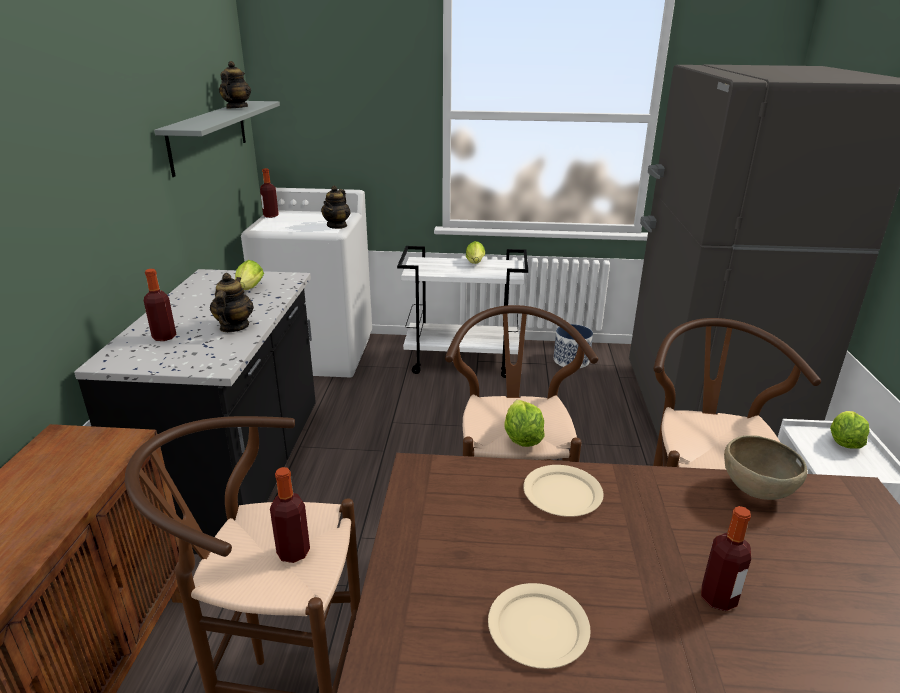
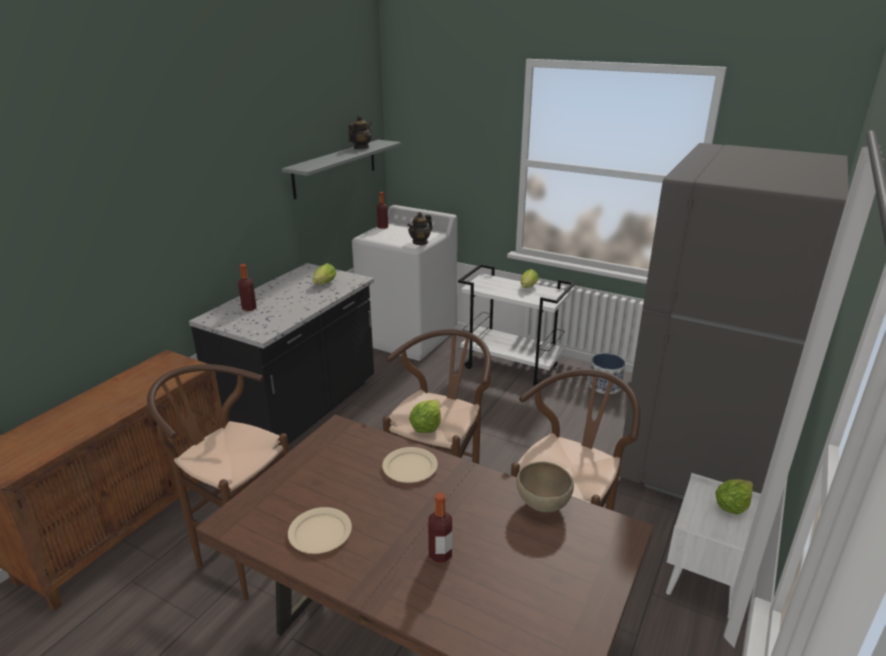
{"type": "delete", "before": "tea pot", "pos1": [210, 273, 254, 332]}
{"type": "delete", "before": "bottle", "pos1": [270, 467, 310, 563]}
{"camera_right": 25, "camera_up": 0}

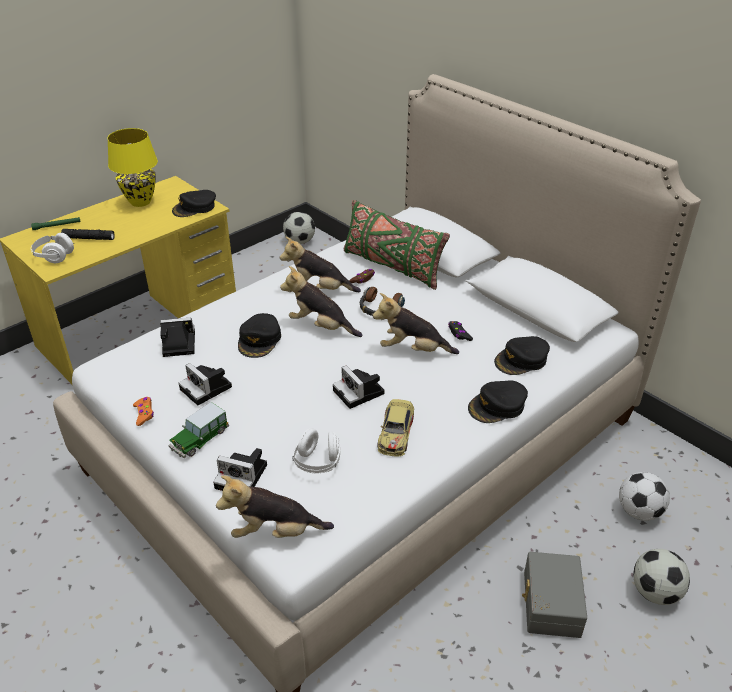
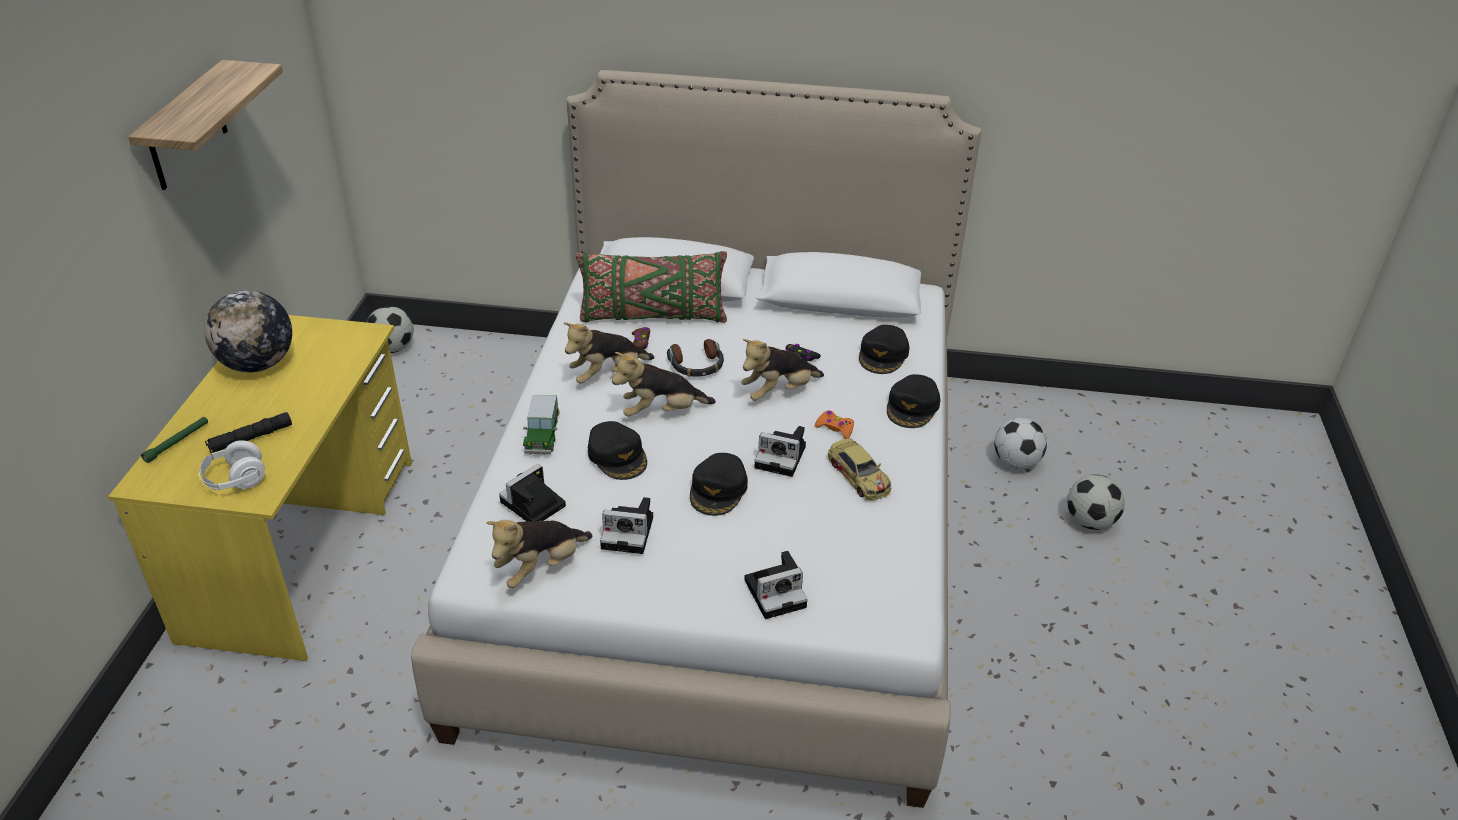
{"type": "replace", "before": "yellow lamp for a table", "after": "globe", "pos1": [107, 128, 158, 207], "pos2": [204, 290, 292, 372]}
{"type": "move", "before": "orange game controller", "pos1": [133, 397, 154, 426], "pos2": [815, 410, 854, 439]}
{"type": "move", "before": "toy car", "pos1": [168, 402, 229, 458], "pos2": [523, 395, 560, 455]}
{"type": "move", "before": "blackish baseball cap", "pos1": [172, 190, 216, 217], "pos2": [690, 453, 748, 516]}
{"type": "move", "before": "soft toy", "pos1": [216, 475, 334, 538], "pos2": [486, 520, 592, 588]}
{"type": "delete", "before": "whitish pair of headphones", "pos1": [292, 428, 340, 473]}
{"type": "delete", "before": "gray storage bin", "pos1": [522, 552, 587, 638]}
{"type": "insert", "after": "wall shelf", "pos2": [128, 60, 283, 190]}
{"camera_right": -40, "camera_up": 0}

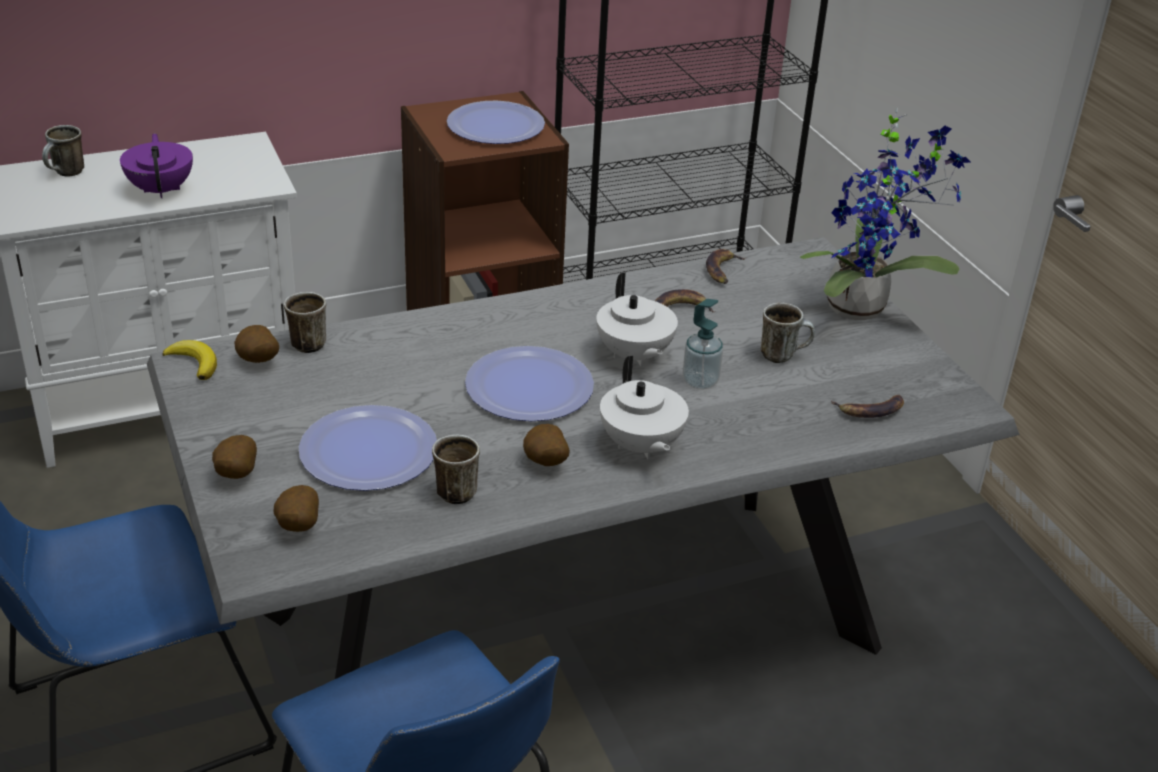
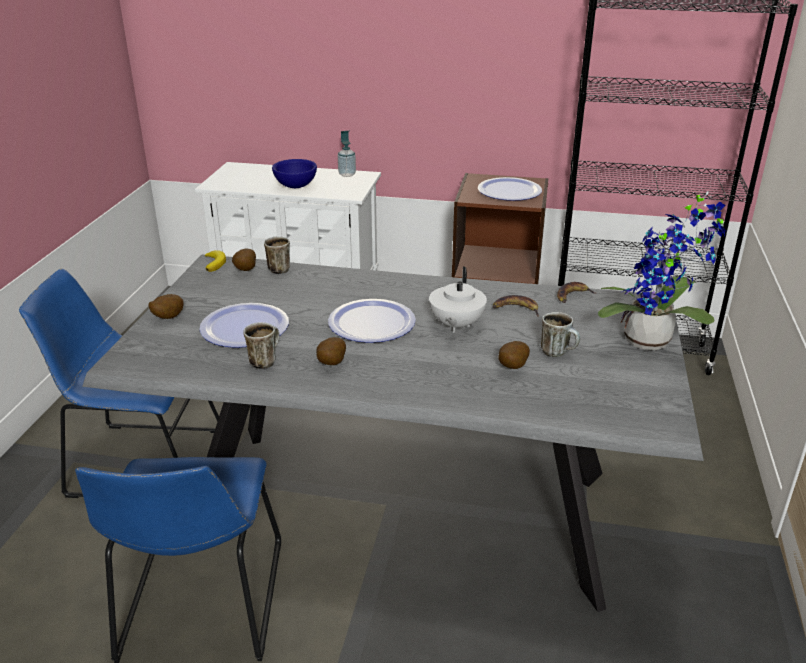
{"type": "delete", "before": "mug", "pos1": [42, 125, 84, 177]}
{"type": "replace", "before": "purple tea pot", "after": "blue serving bowl", "pos1": [120, 133, 193, 198], "pos2": [272, 159, 317, 188]}
{"type": "move", "before": "spud", "pos1": [273, 485, 319, 532], "pos2": [498, 341, 530, 369]}
{"type": "delete", "before": "whitish tea pot", "pos1": [600, 356, 689, 459]}
{"type": "move", "before": "soap dispenser", "pos1": [682, 299, 723, 390], "pos2": [338, 131, 356, 177]}
{"type": "delete", "before": "whole banana", "pos1": [831, 395, 904, 418]}
{"camera_right": 35, "camera_up": -5}

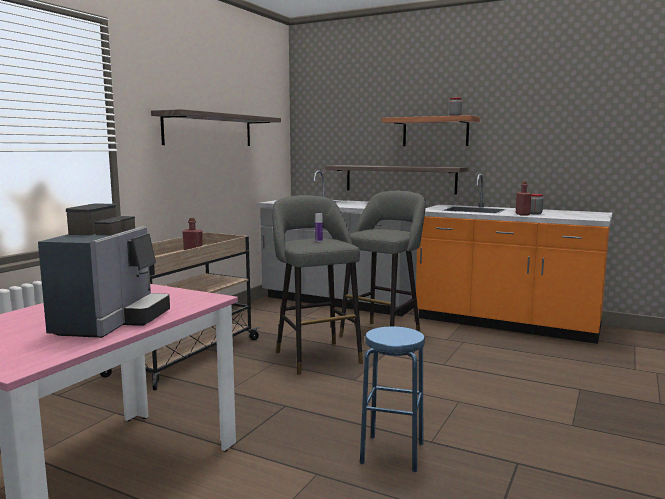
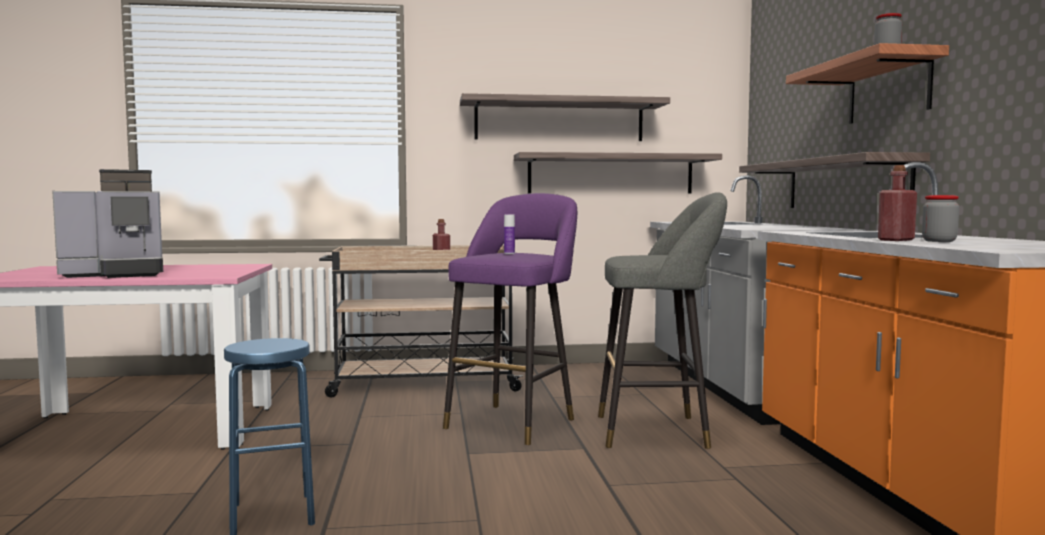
{"type": "recolor", "before": "gray stool", "after": "purple stool", "pos1": [272, 195, 363, 375], "pos2": [443, 193, 577, 445]}
{"type": "insert", "after": "wall shelf", "pos2": [514, 152, 722, 194]}
{"camera_right": 55, "camera_up": -5}

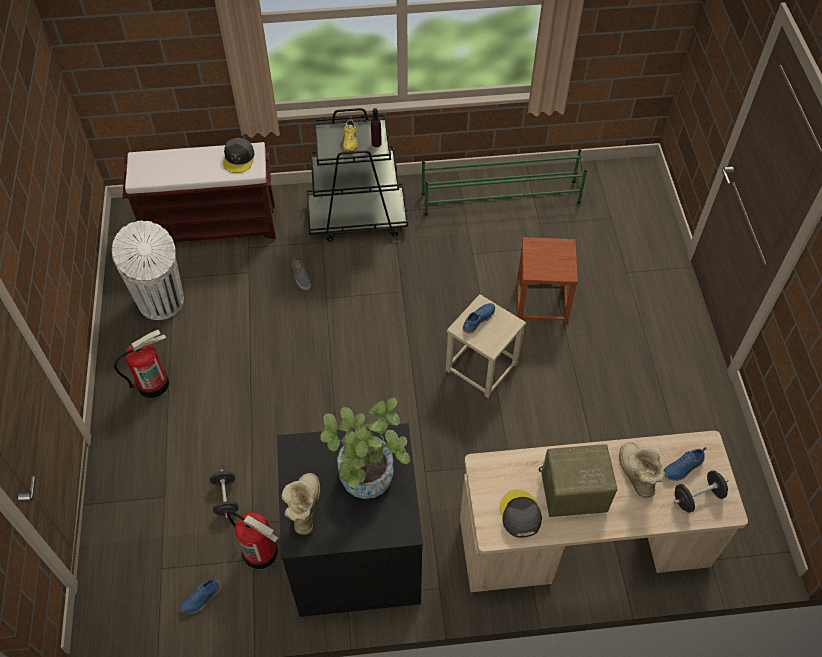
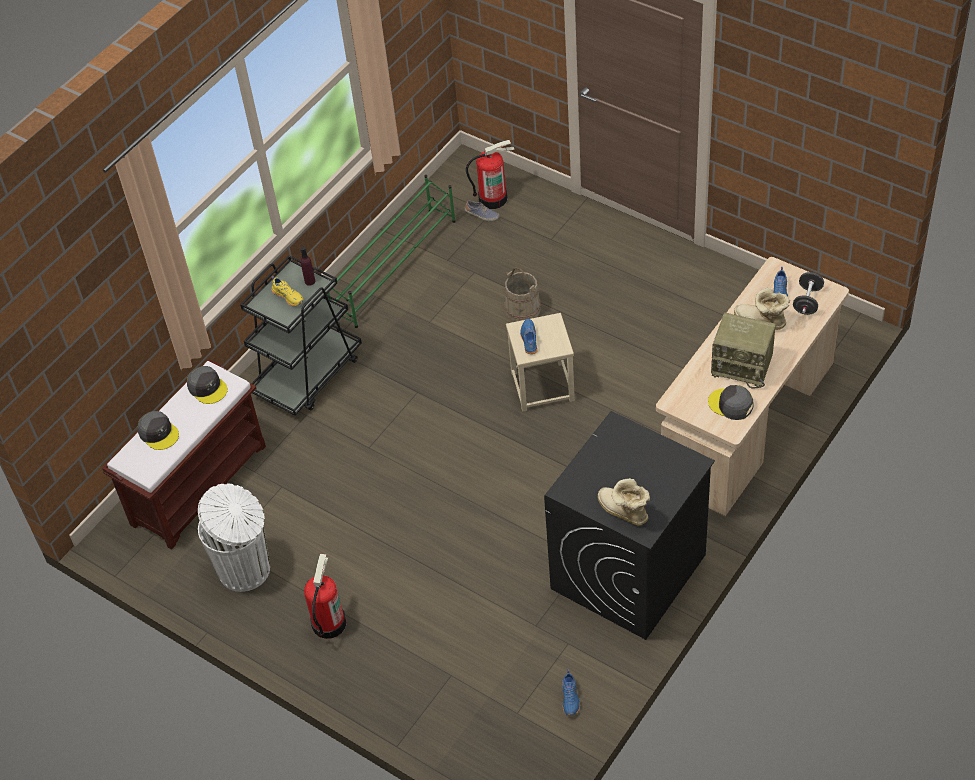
{"type": "delete", "before": "blackish dumbbell", "pos1": [210, 469, 239, 518]}
{"type": "move", "before": "fire extinguisher", "pos1": [227, 511, 278, 569], "pos2": [466, 140, 514, 209]}
{"type": "move", "before": "low shoe", "pos1": [292, 257, 311, 290], "pos2": [465, 201, 499, 221]}
{"type": "delete", "before": "houseplant", "pos1": [320, 397, 410, 499]}
{"type": "replace", "before": "brown-coloured stool", "after": "beige water bucket", "pos1": [517, 237, 578, 324], "pos2": [504, 267, 541, 322]}
{"type": "rotate", "before": "radio set", "pos1": [539, 444, 618, 517], "pos2": [711, 313, 776, 388], "turn": -105}
{"type": "insert", "after": "gray baseball cap", "pos2": [138, 411, 179, 450]}
{"camera_right": -45, "camera_up": -5}

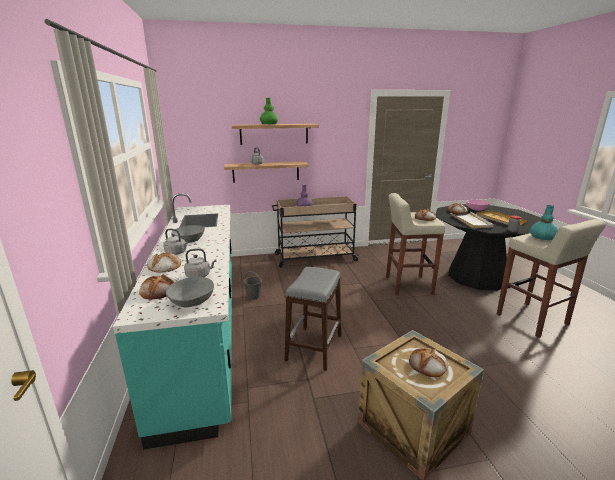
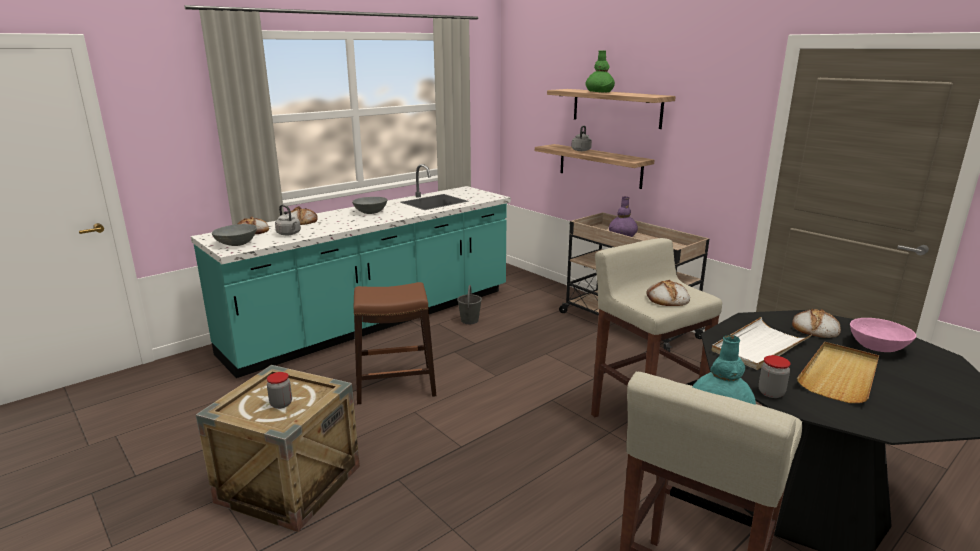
{"type": "delete", "before": "gray tea kettle", "pos1": [164, 229, 188, 255]}
{"type": "recolor", "before": "gray stool", "after": "brown-coloured stool", "pos1": [285, 267, 341, 371], "pos2": [354, 282, 436, 404]}
{"type": "replace", "before": "bread", "after": "jar", "pos1": [409, 348, 448, 377], "pos2": [267, 372, 292, 409]}
{"camera_right": 60, "camera_up": 0}

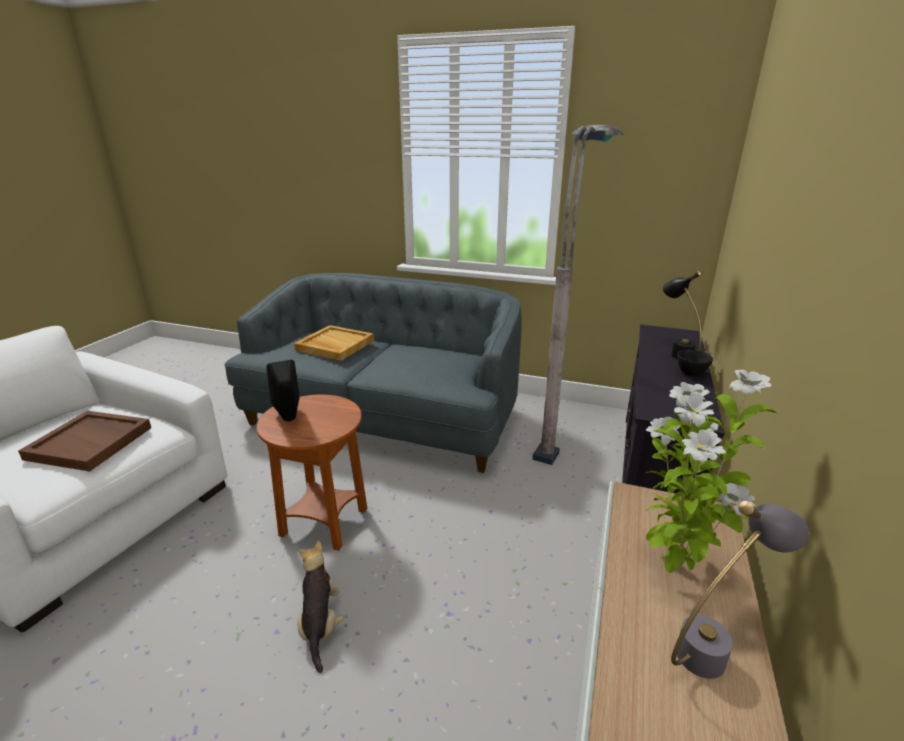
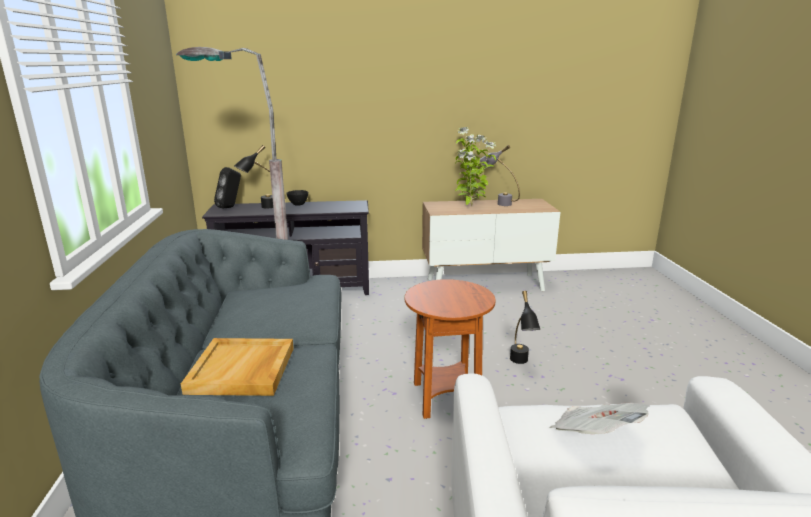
{"type": "replace", "before": "brown-coloured tray", "after": "printed paper", "pos1": [18, 411, 151, 471], "pos2": [549, 403, 650, 434]}
{"type": "move", "before": "blackish speaker", "pos1": [266, 360, 299, 421], "pos2": [214, 167, 241, 209]}
{"type": "replace", "before": "soft toy", "after": "blackish lamp for a table", "pos1": [298, 540, 344, 673], "pos2": [510, 291, 540, 364]}
{"camera_right": -115, "camera_up": -5}

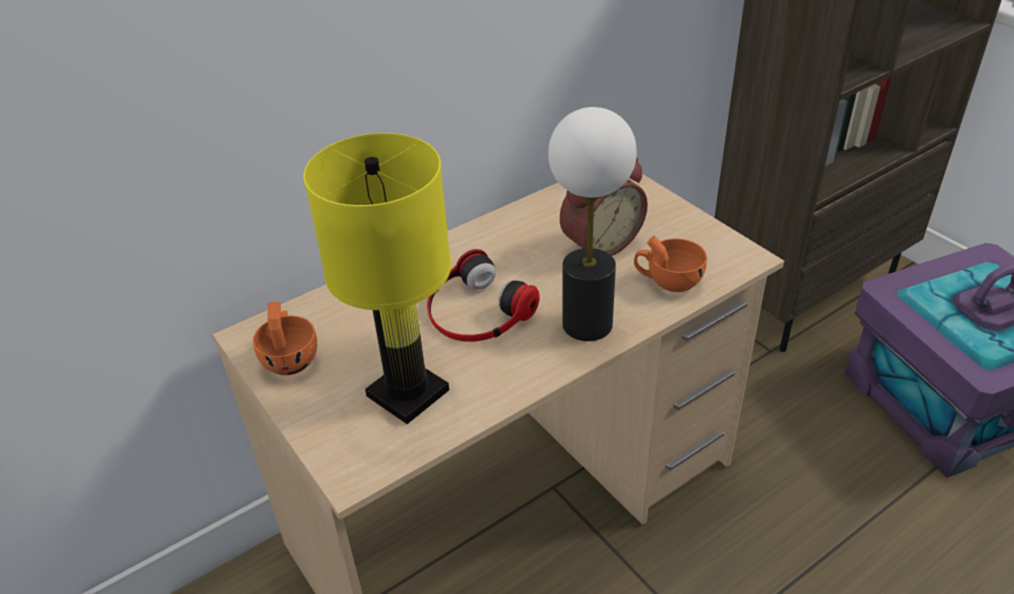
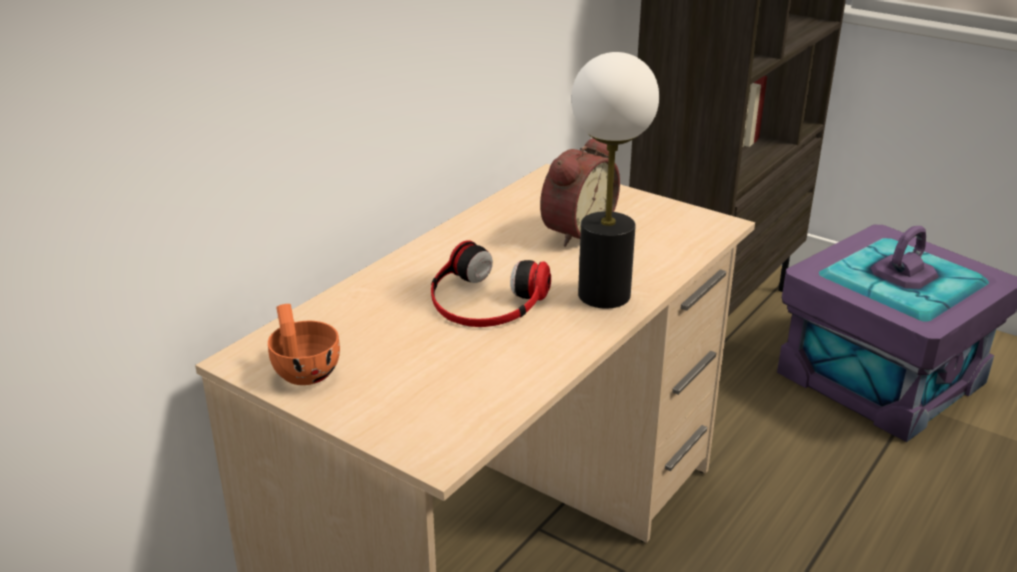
{"type": "delete", "before": "yellow lamp for a table", "pos1": [303, 133, 451, 424]}
{"type": "delete", "before": "orange cup", "pos1": [634, 236, 707, 292]}
{"camera_right": -20, "camera_up": -10}

